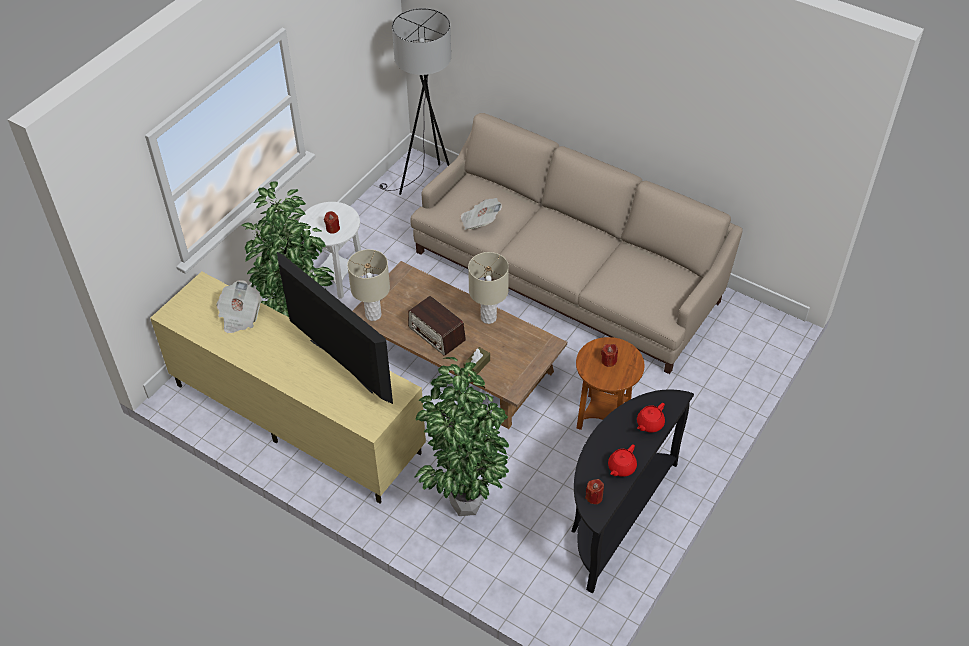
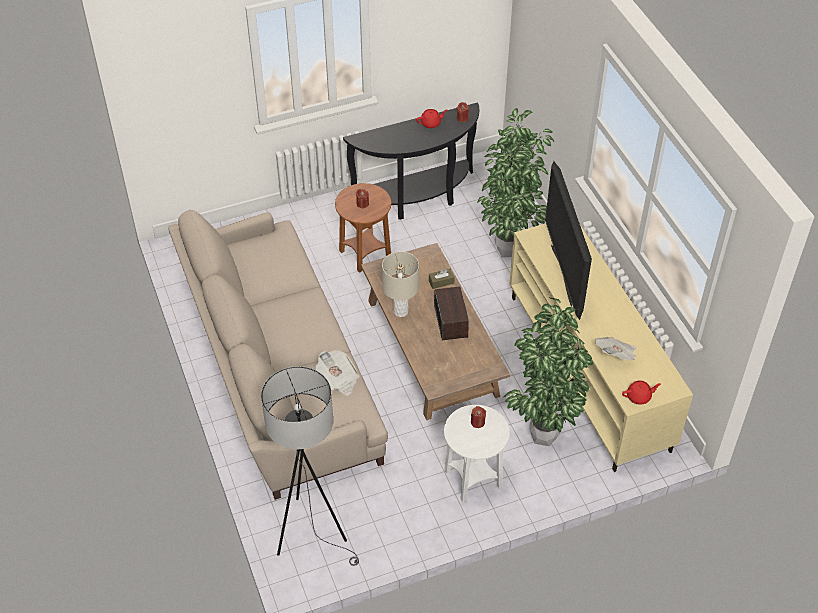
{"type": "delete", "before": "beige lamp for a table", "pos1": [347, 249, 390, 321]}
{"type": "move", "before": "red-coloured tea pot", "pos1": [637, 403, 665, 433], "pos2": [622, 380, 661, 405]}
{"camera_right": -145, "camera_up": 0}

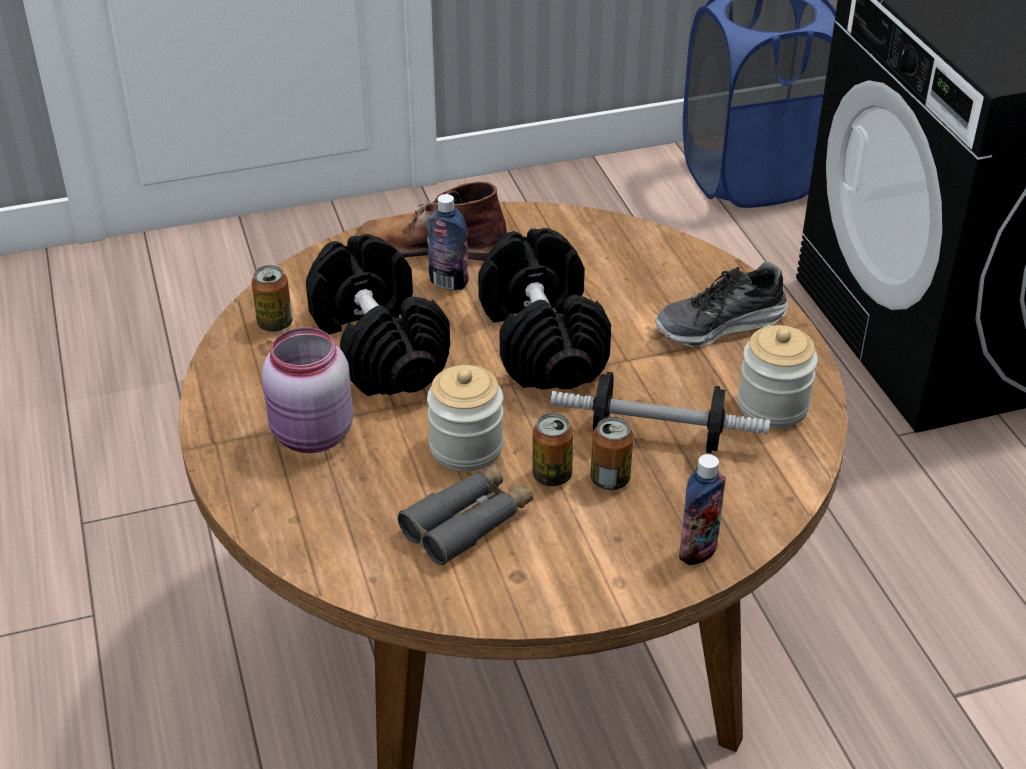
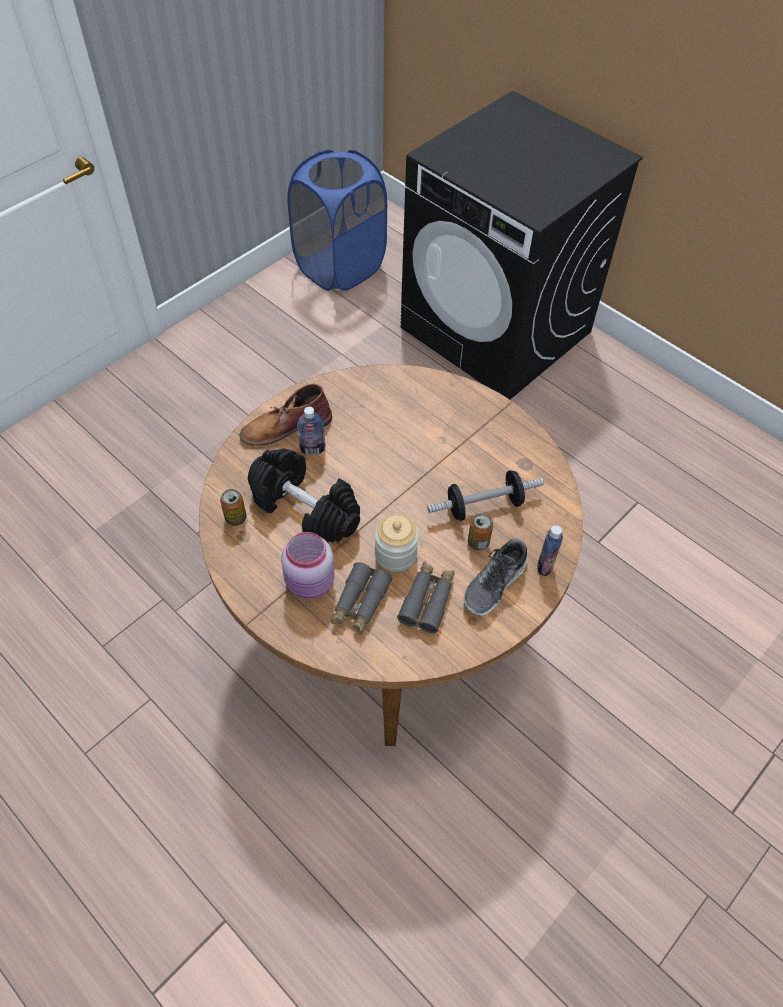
{"type": "delete", "before": "blackish dumbbell", "pos1": [478, 228, 611, 390]}
{"type": "delete", "before": "metal can", "pos1": [532, 413, 573, 486]}
{"type": "move", "before": "low shoe", "pos1": [655, 262, 788, 348], "pos2": [463, 538, 528, 616]}
{"type": "delete", "before": "jar", "pos1": [738, 325, 818, 428]}
{"type": "insert", "after": "gray binoculars", "pos2": [331, 562, 392, 635]}
{"camera_right": -30, "camera_up": 15}

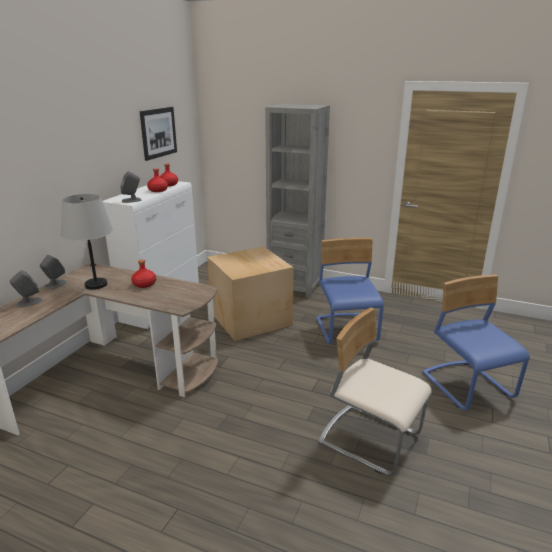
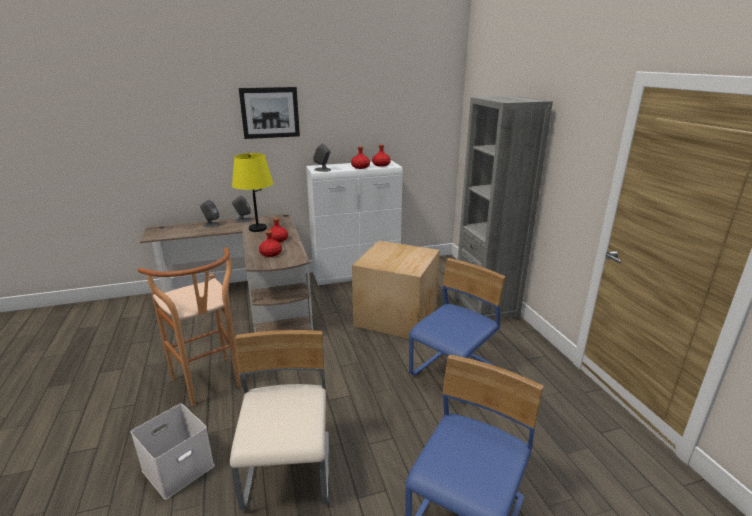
{"type": "recolor", "before": "gray lamp for a table", "after": "yellow lamp for a table", "pos1": [61, 194, 113, 290], "pos2": [232, 153, 273, 232]}
{"type": "move", "before": "wall picture", "pos1": [140, 107, 177, 161], "pos2": [239, 87, 300, 139]}
{"type": "insert", "after": "whitish storage bin", "pos2": [131, 403, 214, 500]}
{"type": "insert", "after": "brown-coloured stool", "pos2": [138, 247, 241, 406]}
{"type": "insert", "after": "red-coloured bottle", "pos2": [259, 230, 282, 257]}
{"camera_right": 50, "camera_up": 0}

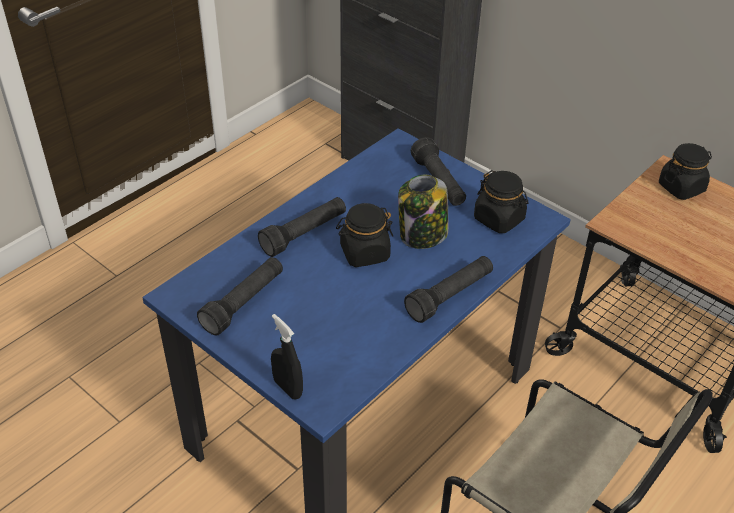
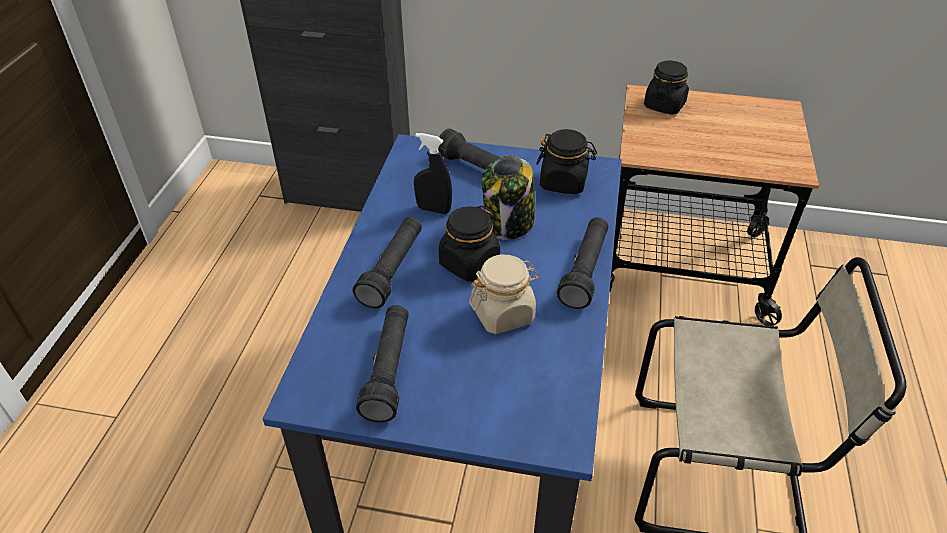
{"type": "move", "before": "blackish spray bottle", "pos1": [271, 314, 303, 399], "pos2": [414, 133, 452, 214]}
{"type": "insert", "after": "beige jar", "pos2": [469, 255, 539, 334]}
{"camera_right": -30, "camera_up": 0}

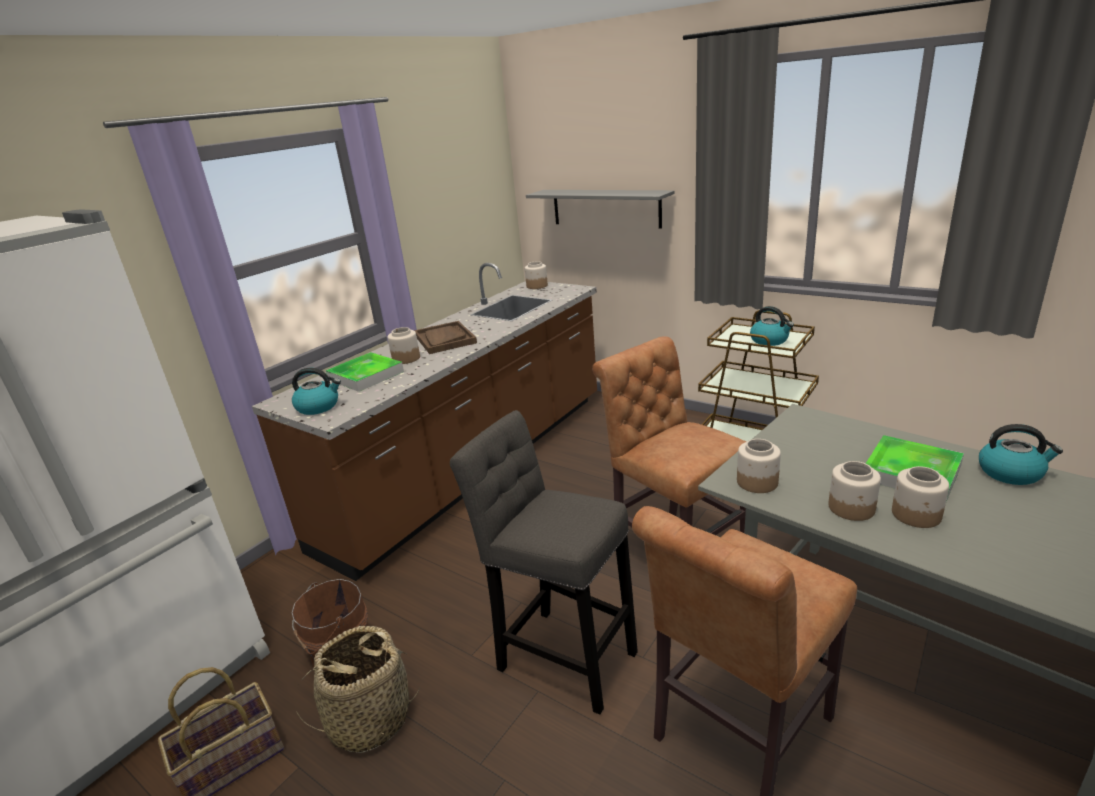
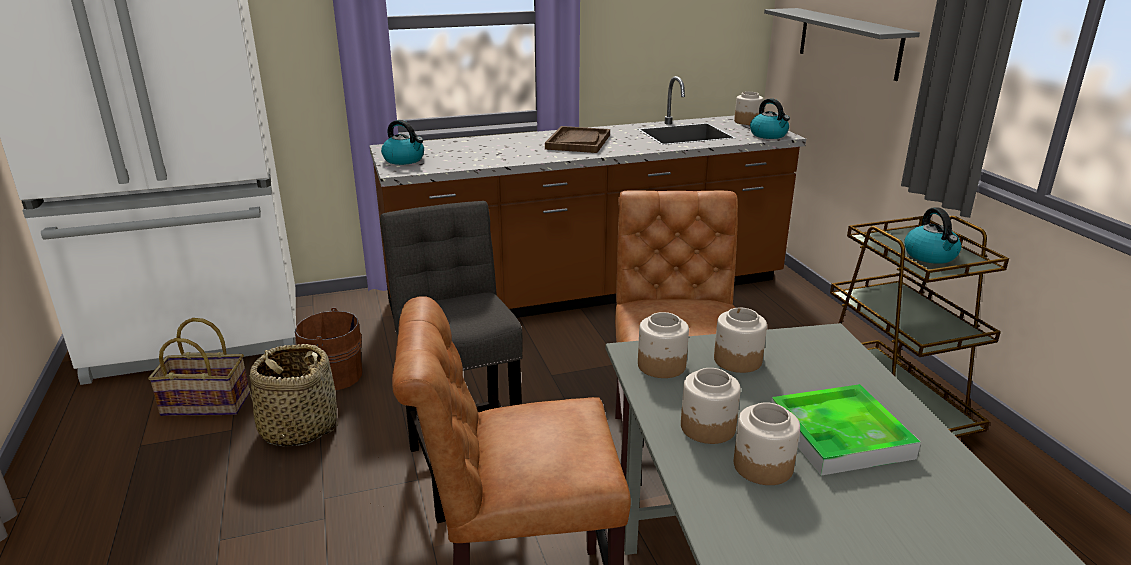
{"type": "delete", "before": "tray", "pos1": [326, 352, 404, 392]}
{"type": "move", "before": "jar", "pos1": [387, 327, 420, 364], "pos2": [714, 308, 767, 373]}
{"type": "move", "before": "tea kettle", "pos1": [979, 424, 1063, 485], "pos2": [750, 98, 790, 139]}
{"camera_right": 35, "camera_up": 0}

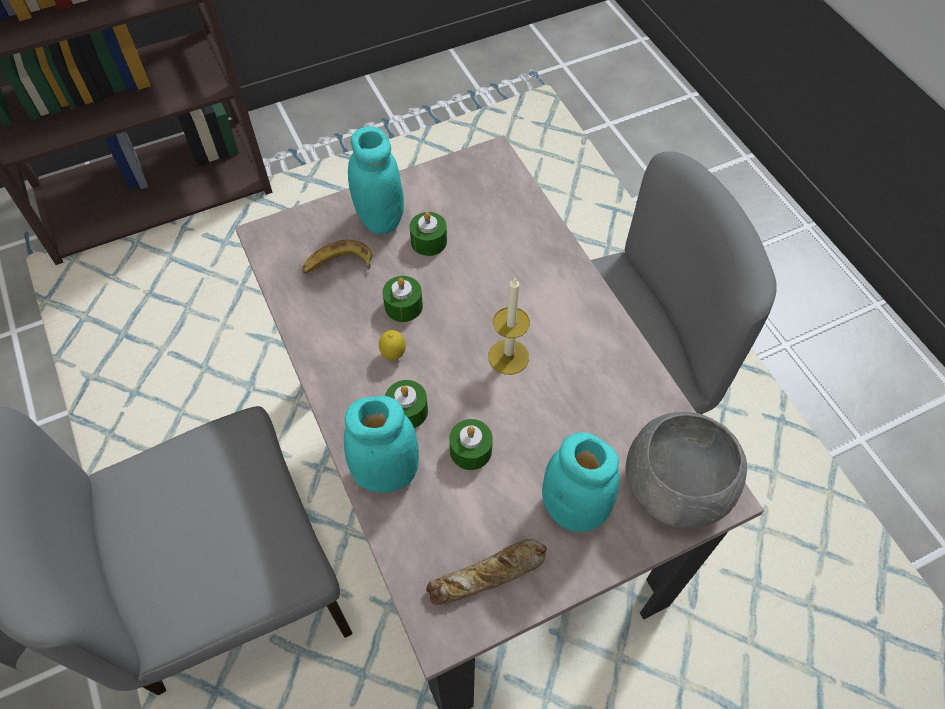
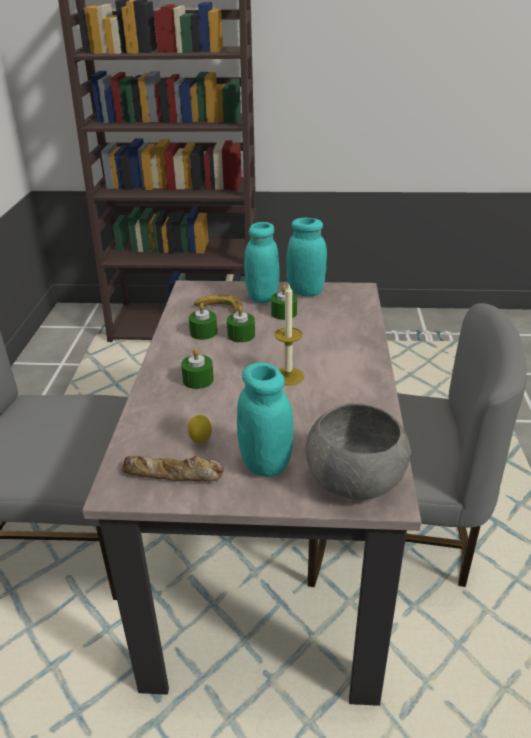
{"type": "move", "before": "turquoise jar", "pos1": [344, 396, 419, 493], "pos2": [286, 218, 327, 296]}
{"type": "move", "before": "whole lemon", "pos1": [379, 330, 406, 360], "pos2": [188, 415, 212, 444]}
{"type": "move", "before": "greenish wax light", "pos1": [449, 419, 493, 470], "pos2": [189, 303, 217, 340]}
{"camera_right": 30, "camera_up": -25}

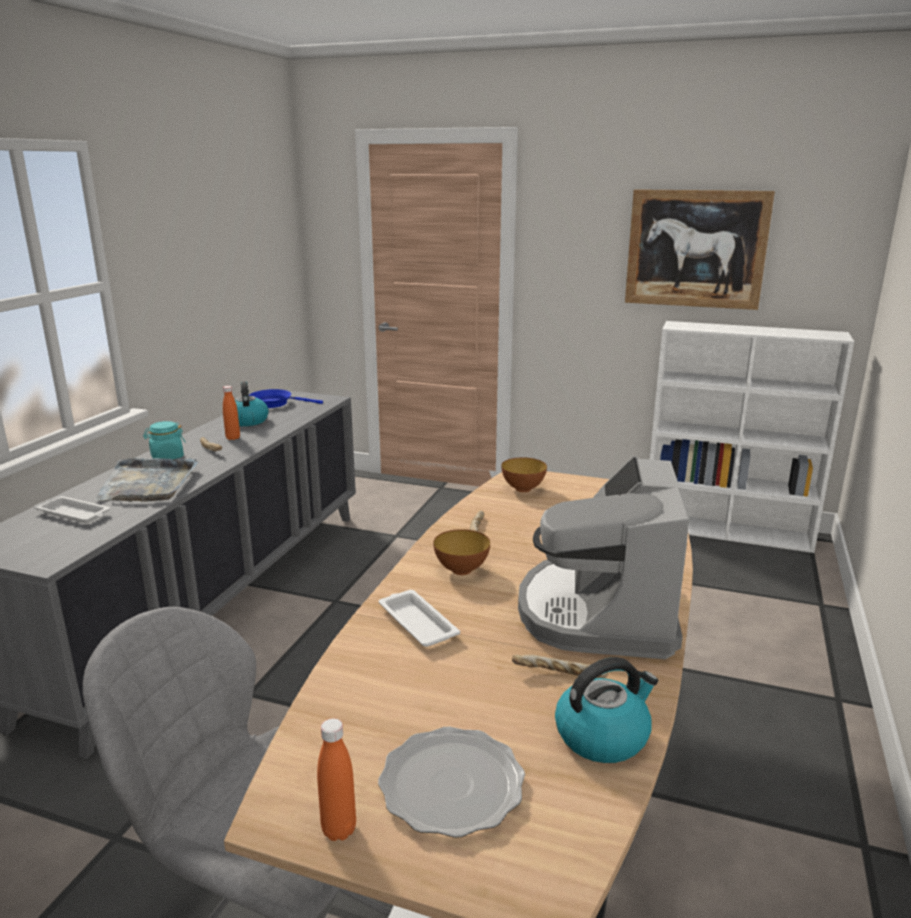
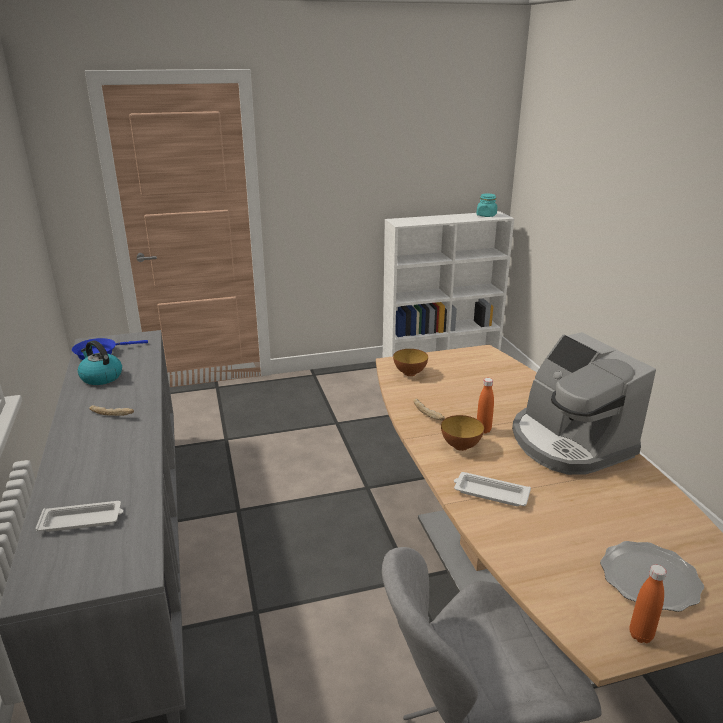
{"type": "delete", "before": "gray tray", "pos1": [95, 458, 198, 502]}
{"type": "move", "before": "turquoise jar", "pos1": [143, 421, 186, 460], "pos2": [476, 194, 497, 217]}
{"type": "move", "before": "orange bottle", "pos1": [223, 386, 240, 440], "pos2": [477, 378, 494, 434]}
{"type": "delete", "before": "bread", "pos1": [512, 654, 609, 678]}
{"type": "delete", "before": "tea kettle", "pos1": [555, 657, 658, 763]}
{"type": "delete", "before": "wall picture", "pos1": [625, 189, 775, 310]}
{"camera_right": -35, "camera_up": 5}

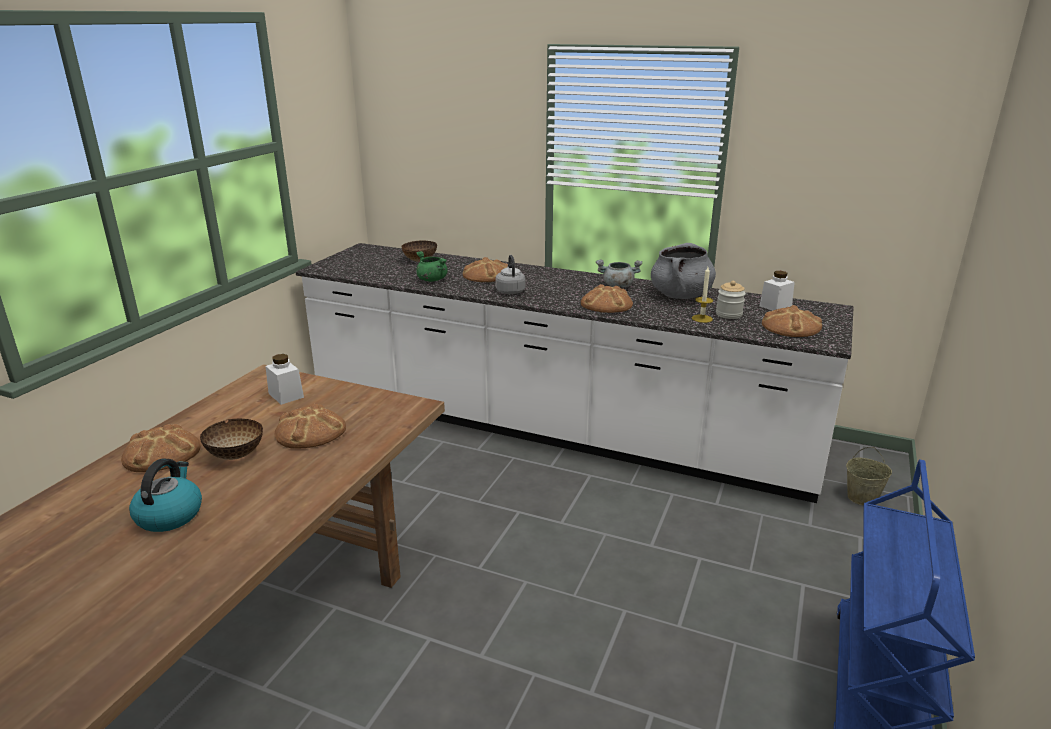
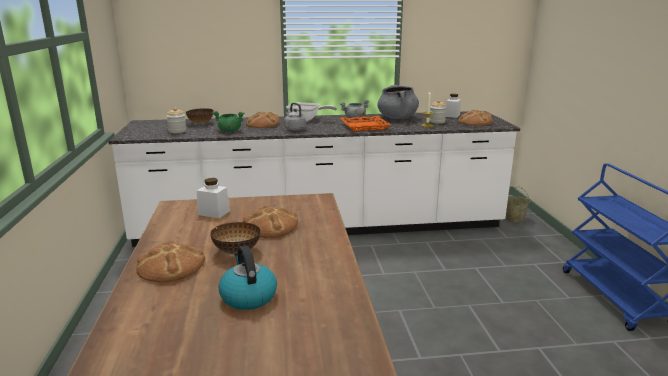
{"type": "replace", "before": "bread", "after": "orange tray", "pos1": [581, 284, 633, 313], "pos2": [340, 116, 391, 131]}
{"type": "insert", "after": "jar", "pos2": [167, 108, 186, 133]}
{"type": "insert", "after": "pan", "pos2": [286, 102, 337, 121]}
{"camera_right": -30, "camera_up": -5}

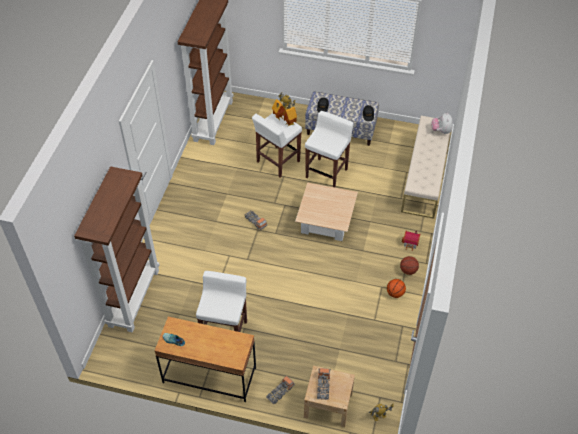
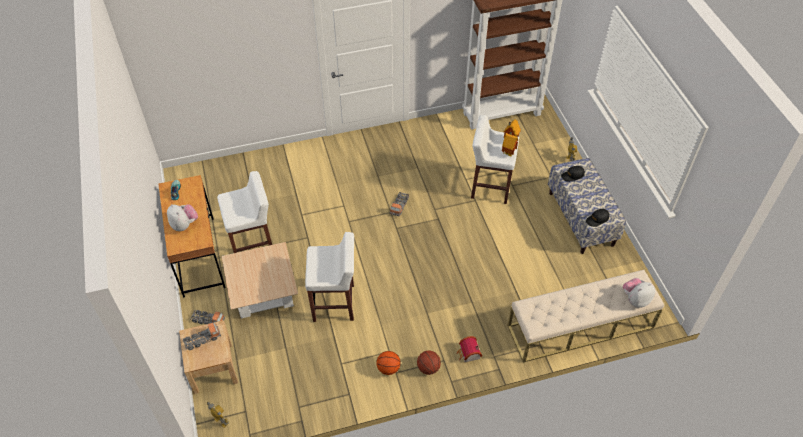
{"type": "delete", "before": "brown-coloured bookshelf", "pos1": [74, 167, 160, 333]}
{"type": "move", "before": "beige lounge table", "pos1": [295, 182, 358, 241], "pos2": [222, 242, 298, 319]}
{"type": "move", "before": "whitish stool", "pos1": [305, 111, 354, 188], "pos2": [305, 232, 354, 322]}
{"type": "insert", "after": "soft toy", "pos2": [167, 204, 198, 231]}
{"camera_right": 60, "camera_up": 0}

